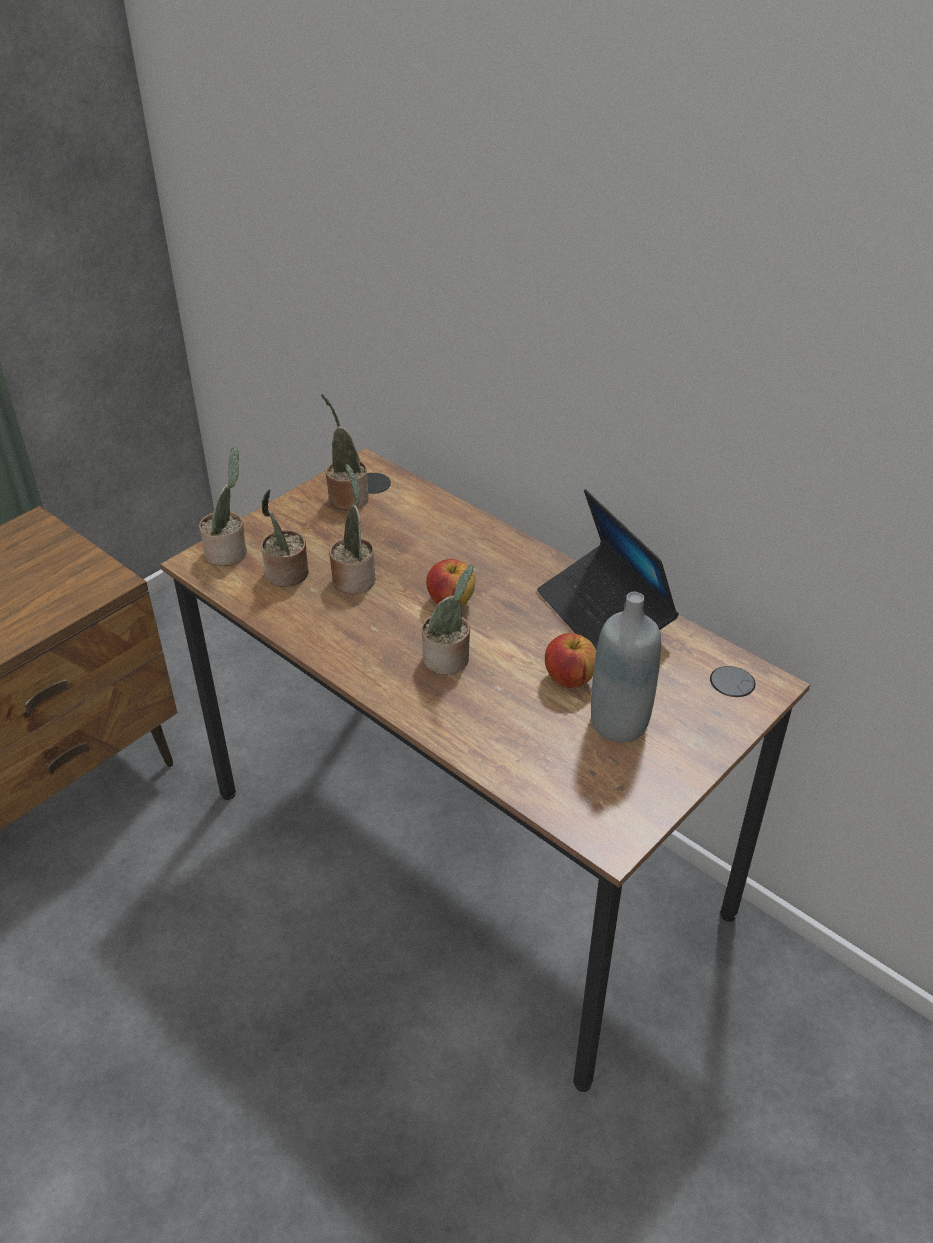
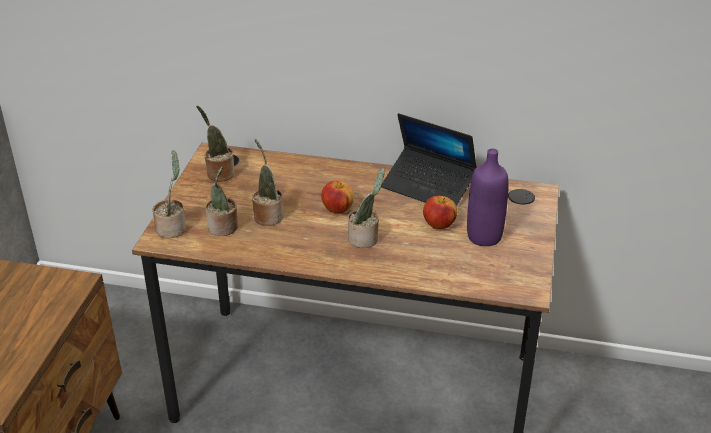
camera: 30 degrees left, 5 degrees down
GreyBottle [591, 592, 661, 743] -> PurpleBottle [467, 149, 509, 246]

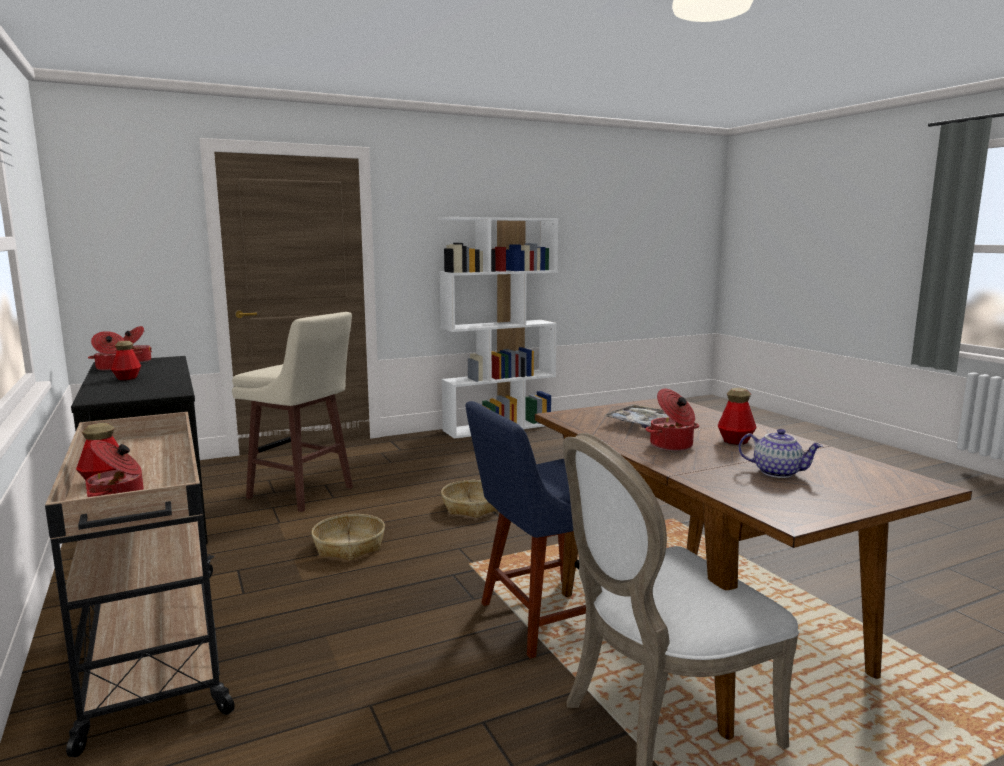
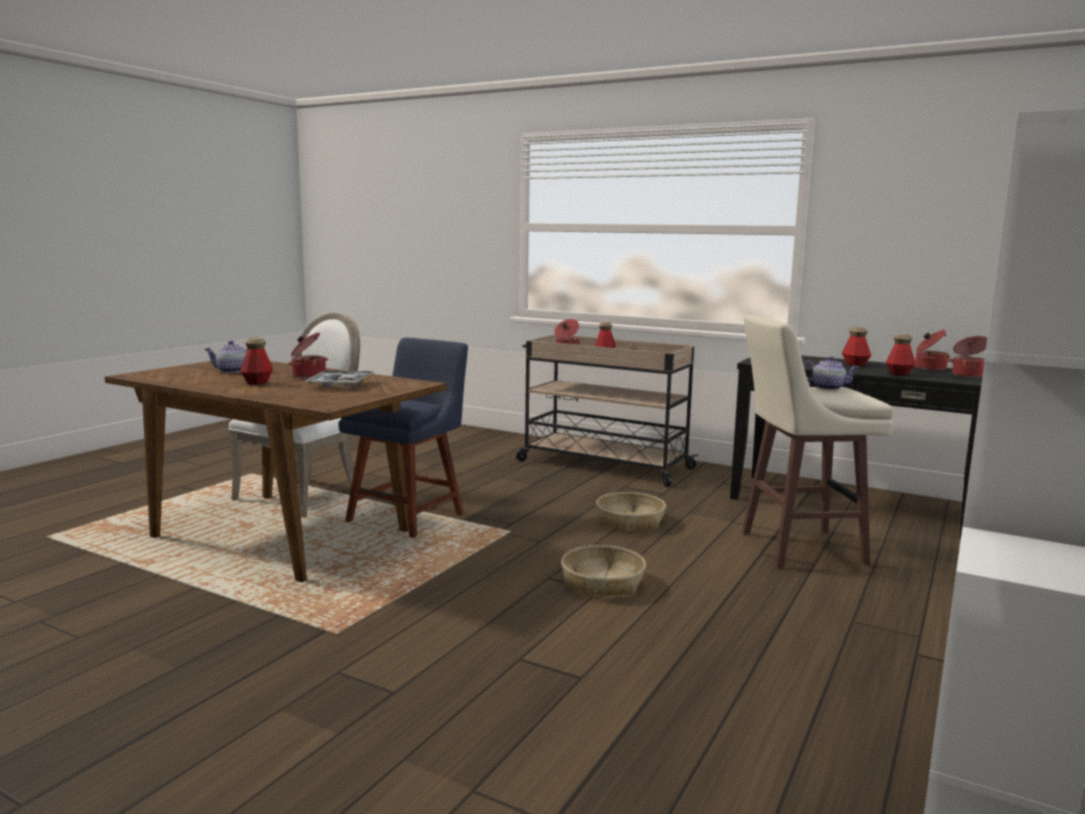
camera: 145 degrees right, 0 degrees up
none -> Teapot [804, 356, 859, 390]
none -> Bottle [886, 334, 916, 376]

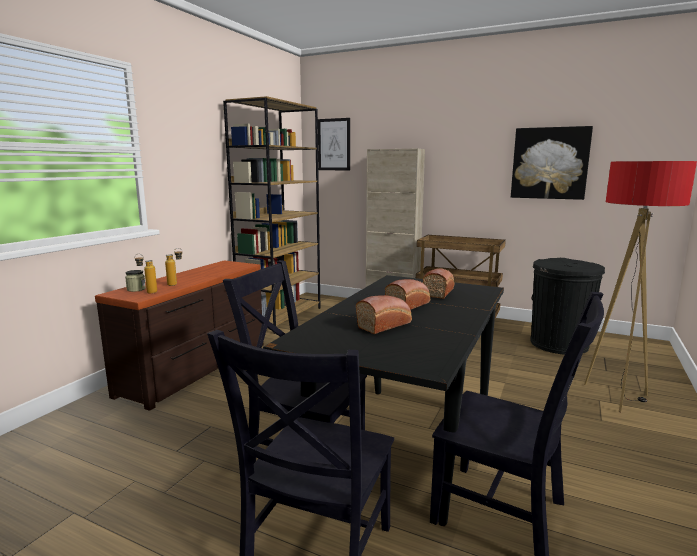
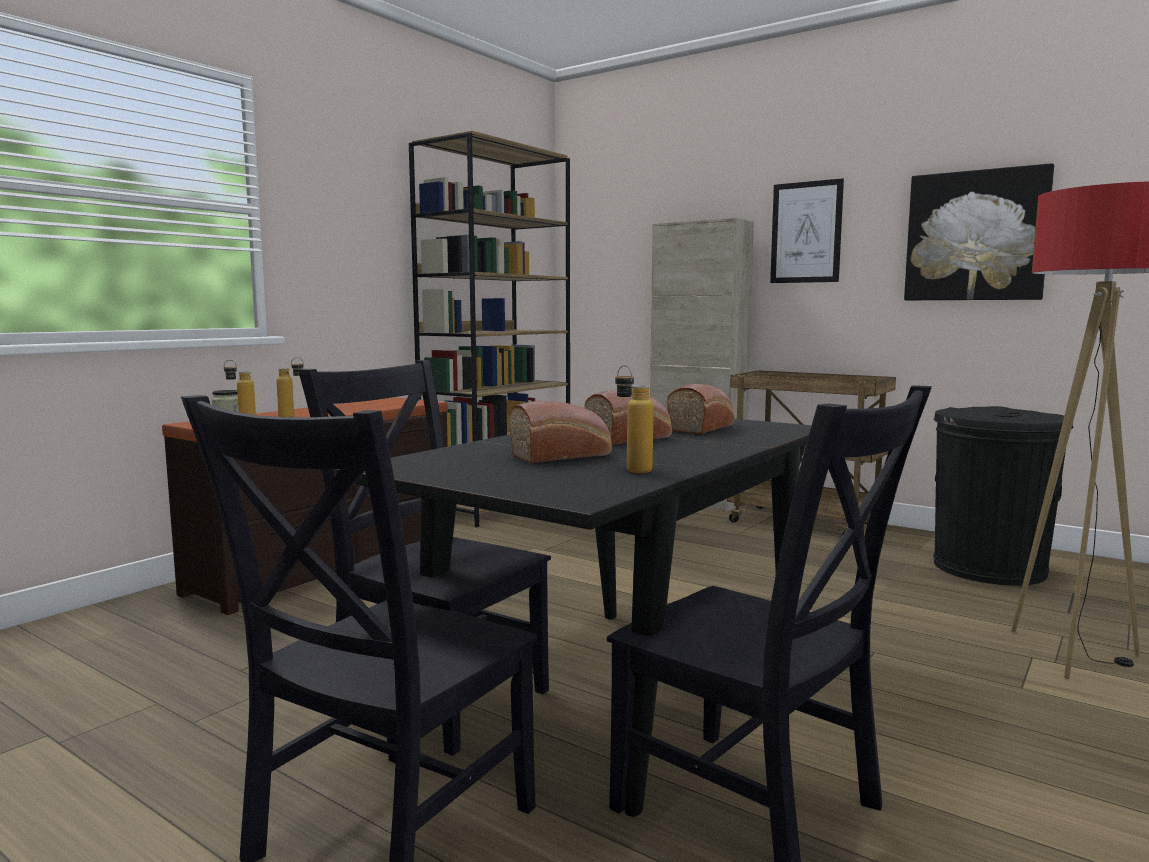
camera: 10 degrees right, 5 degrees down
none -> Bottle [615, 365, 653, 473]
Picture [318, 118, 350, 170] -> Picture [770, 178, 844, 283], relocated

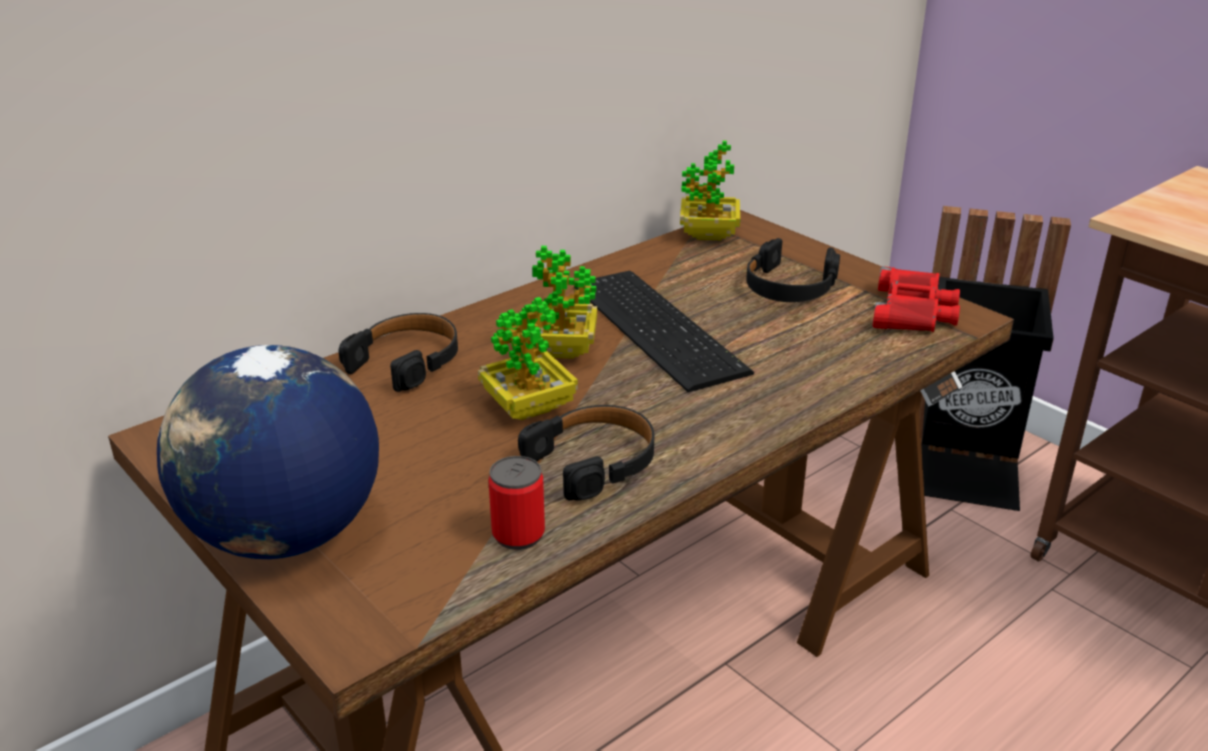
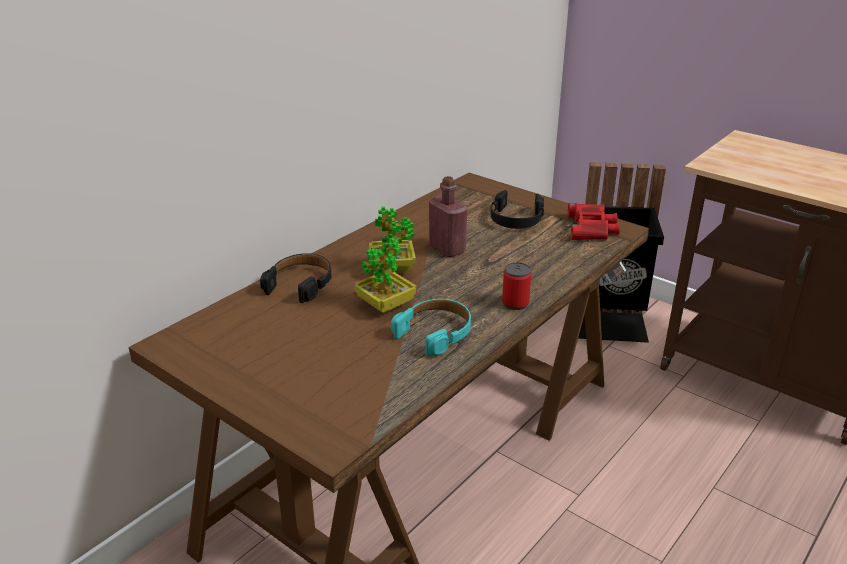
camera: 10 degrees left, 0 degrees up
Globe [157, 345, 379, 559] -> none
PottedPlant [680, 141, 740, 240] -> none
Can [488, 456, 545, 550] -> Can [502, 262, 531, 310], relocated
Keyboard [574, 271, 754, 392] -> RedBottle [429, 176, 467, 257]
BlackHeadphones [518, 405, 654, 500] -> TurquoiseHeadphones [391, 299, 471, 356]

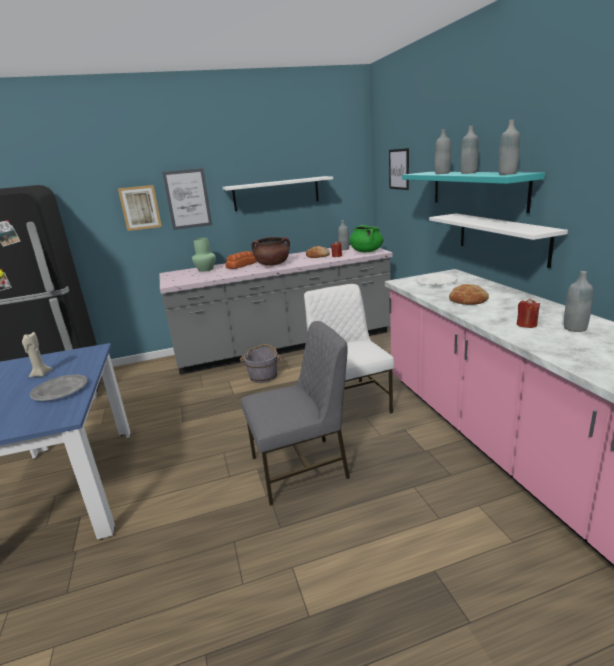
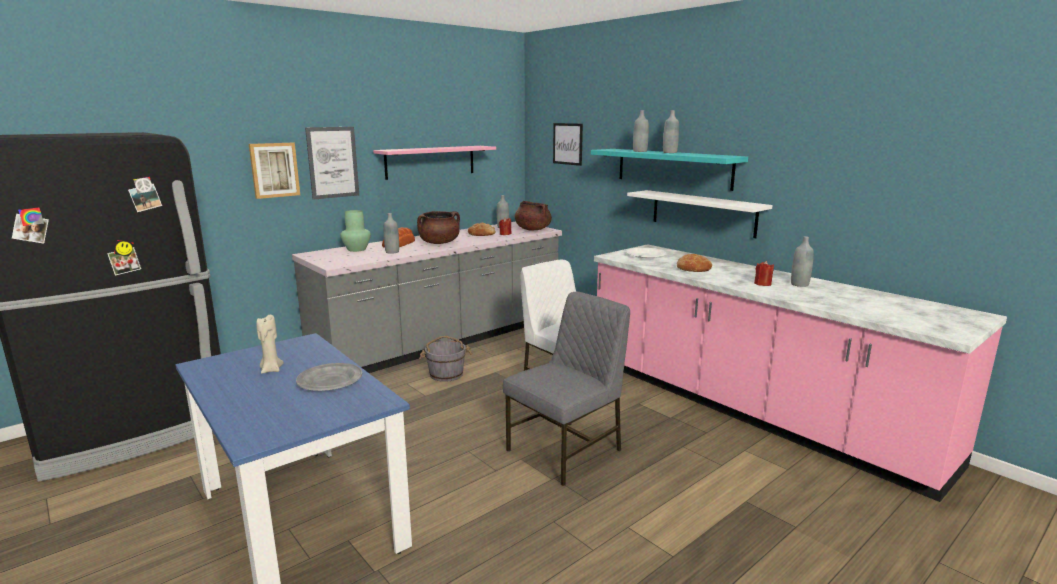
camera: 25 degrees left, 5 degrees down
GreyBottle [499, 120, 520, 175] -> GreyBottle [384, 213, 399, 254], relocated
WhiteShelf [222, 176, 333, 211] -> PinkShelf [373, 146, 496, 180]
GreenCookingPot [350, 225, 383, 252] -> BrownCookingPot [515, 201, 552, 230]

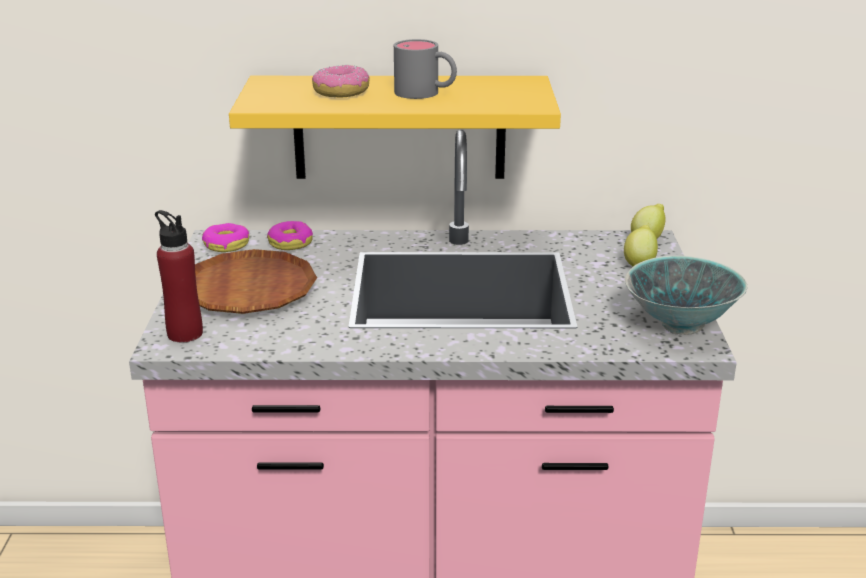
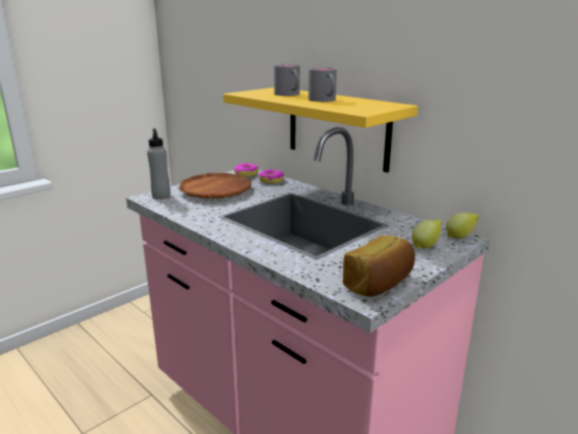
camera: 45 degrees right, 5 degrees down
Donut [312, 65, 369, 98] -> GreyMug [274, 65, 300, 96]
Bowl [625, 256, 747, 335] -> Bread [343, 236, 415, 297]
RedBottle [155, 210, 203, 343] -> GreyBottle [147, 128, 170, 199]

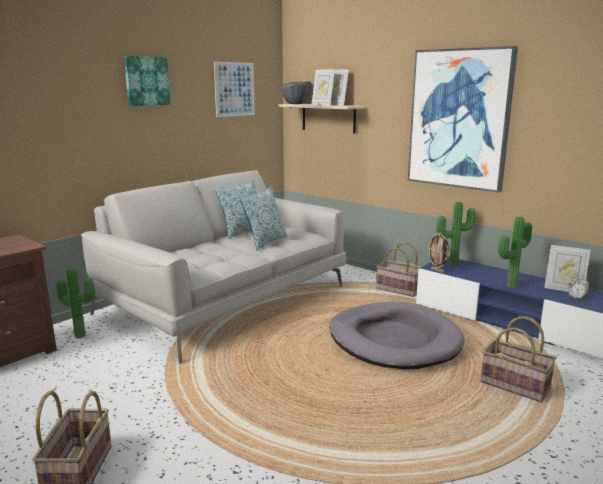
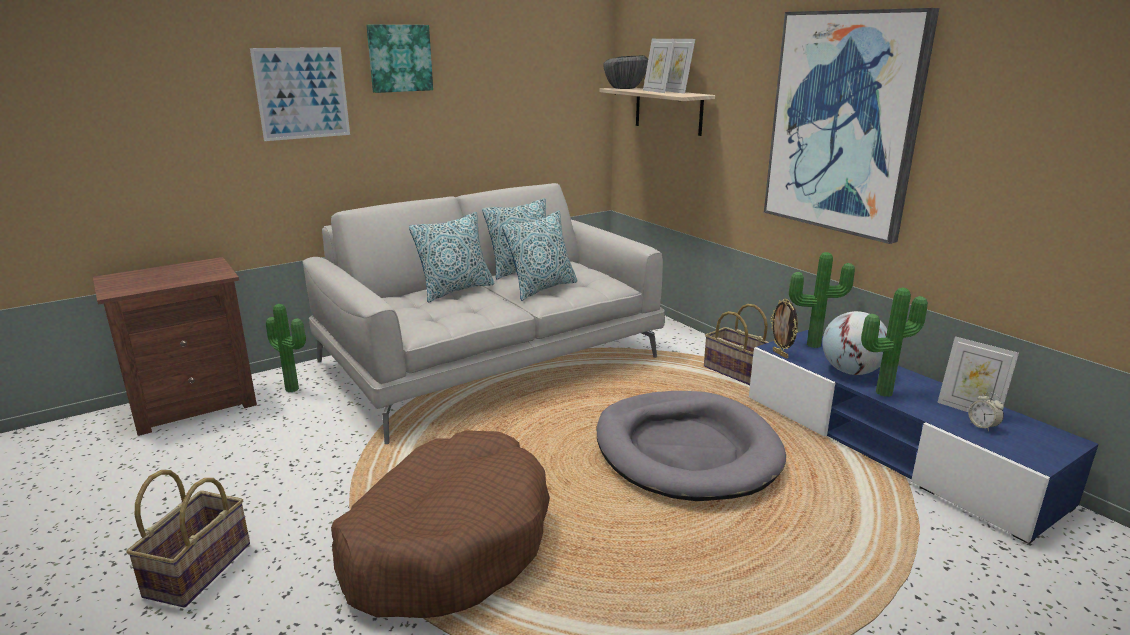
camera: 15 degrees right, 5 degrees up
Basket [480, 316, 557, 402] -> none
none -> BrownDogBed [331, 430, 550, 618]
none -> Pillow [409, 212, 495, 303]
none -> Globe [822, 311, 887, 375]
Picture [214, 62, 255, 117] -> Picture [250, 47, 350, 141], relocated

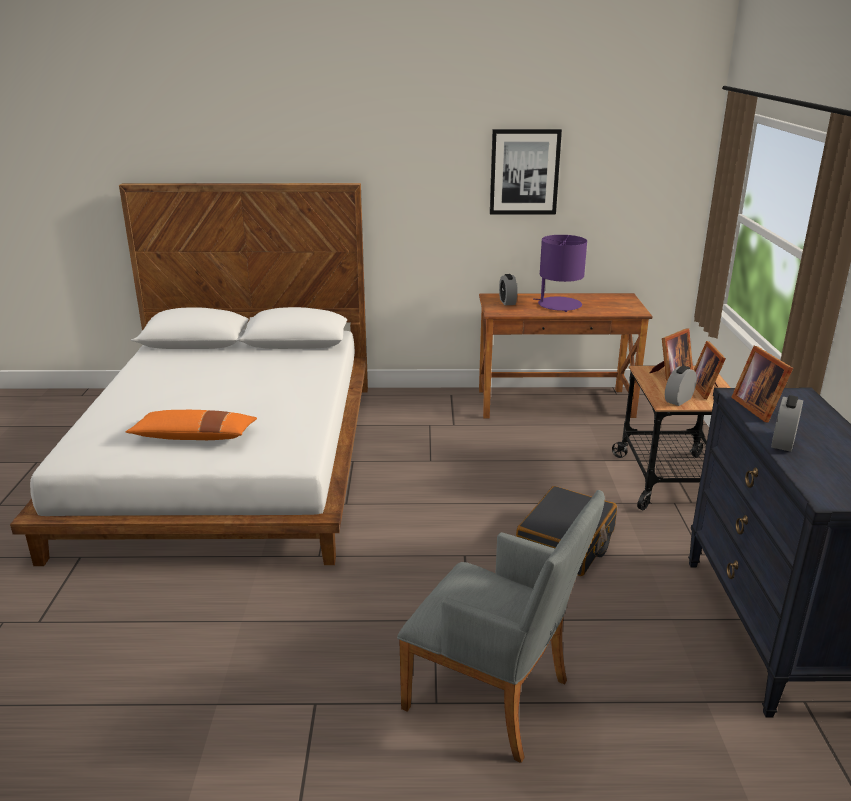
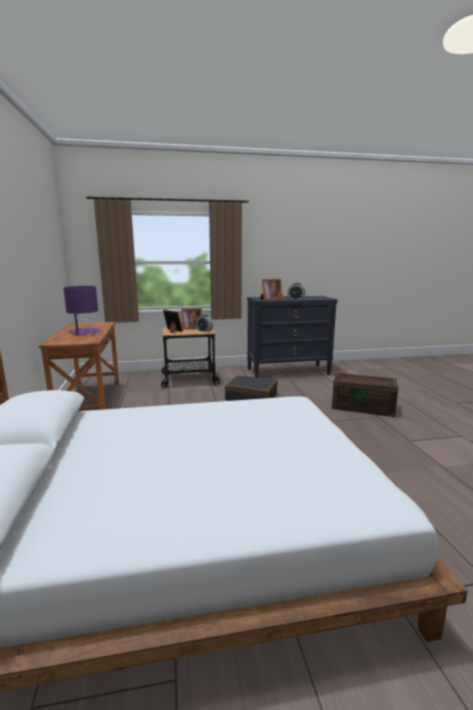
camera: 100 degrees left, 10 degrees down
OrangePillow [126, 410, 257, 440] -> none
Picture [490, 129, 562, 214] -> none
AlarmClock [499, 274, 517, 305] -> none
GreyArmchair [397, 490, 605, 763] -> BrownStorageBox [332, 373, 398, 417]

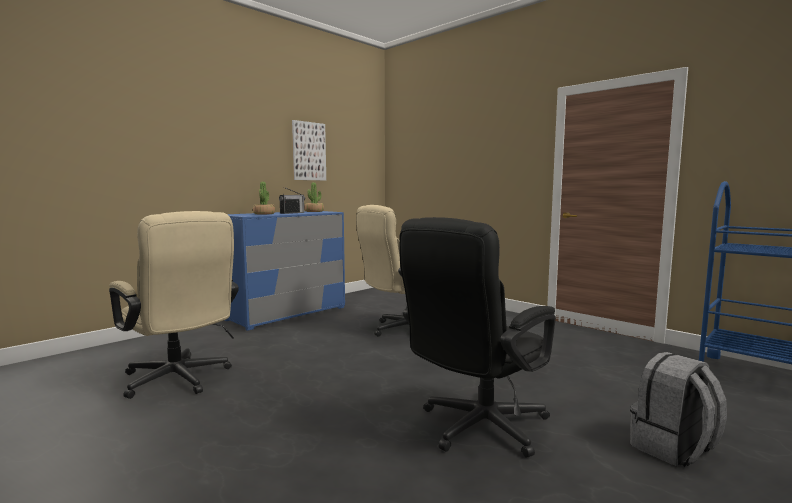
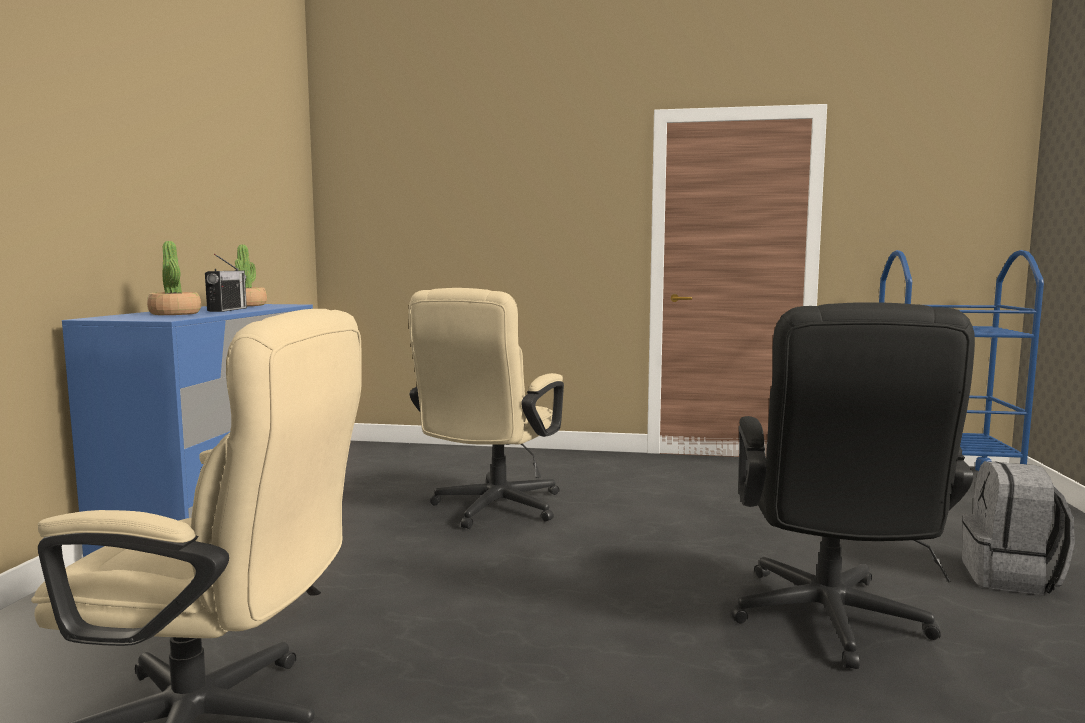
camera: 35 degrees left, 0 degrees up
Picture [292, 120, 326, 181] -> none

